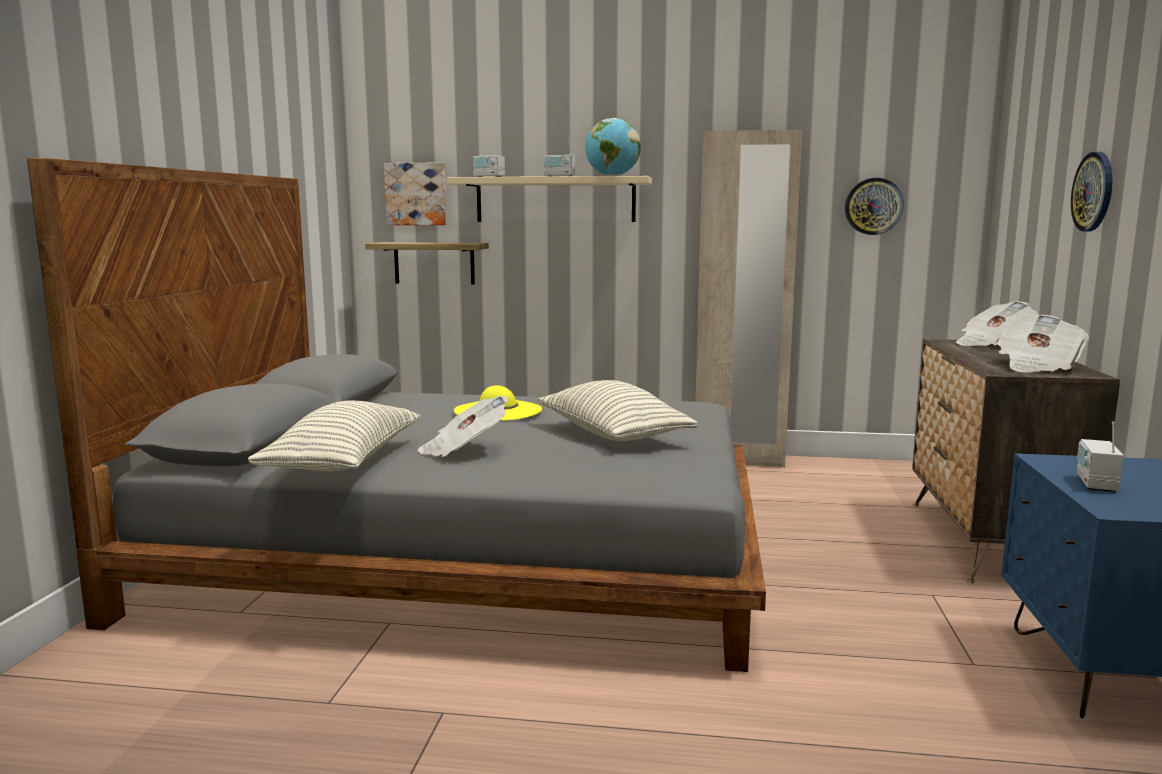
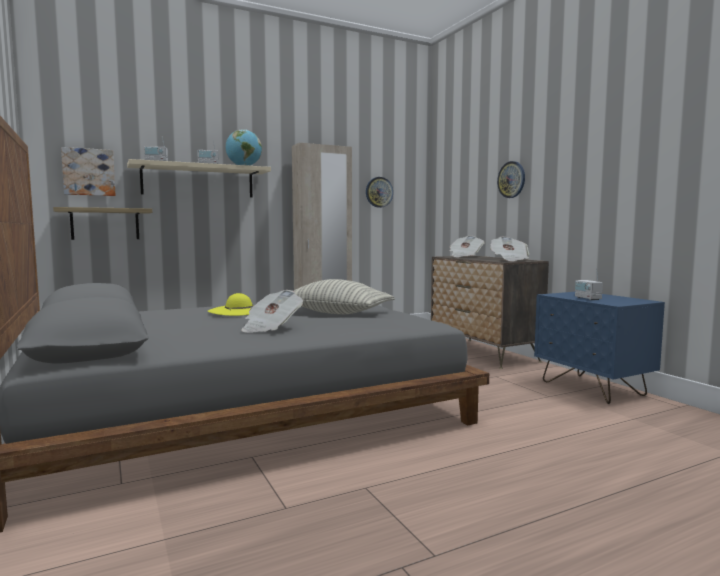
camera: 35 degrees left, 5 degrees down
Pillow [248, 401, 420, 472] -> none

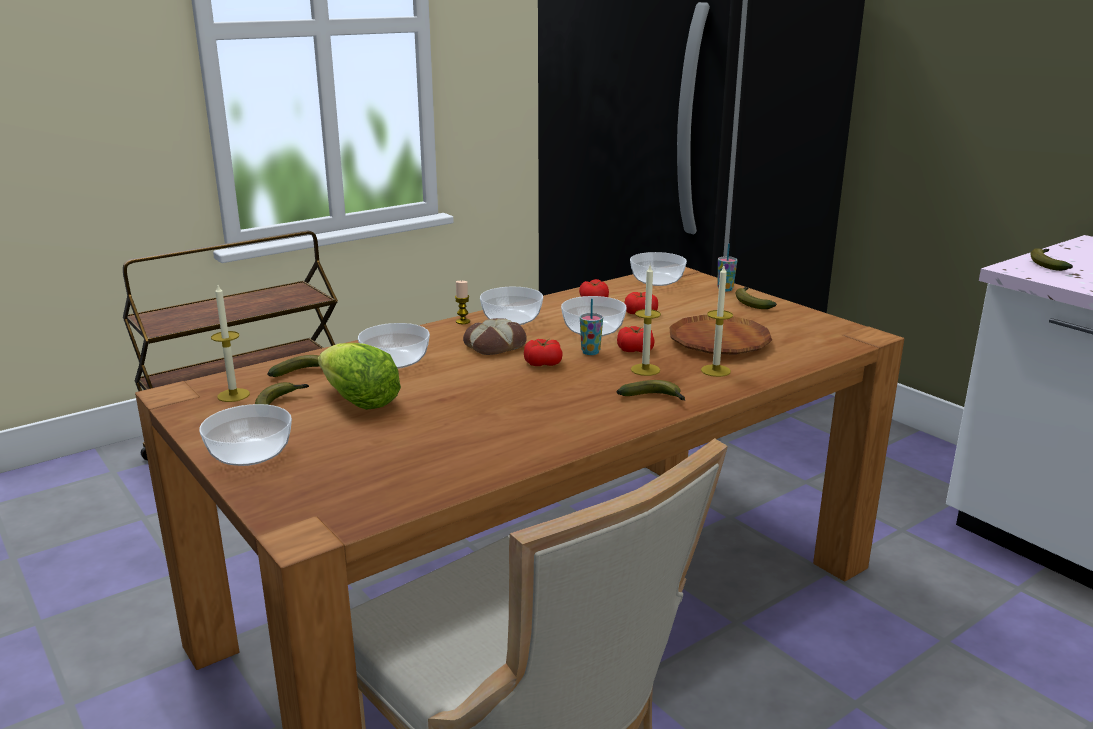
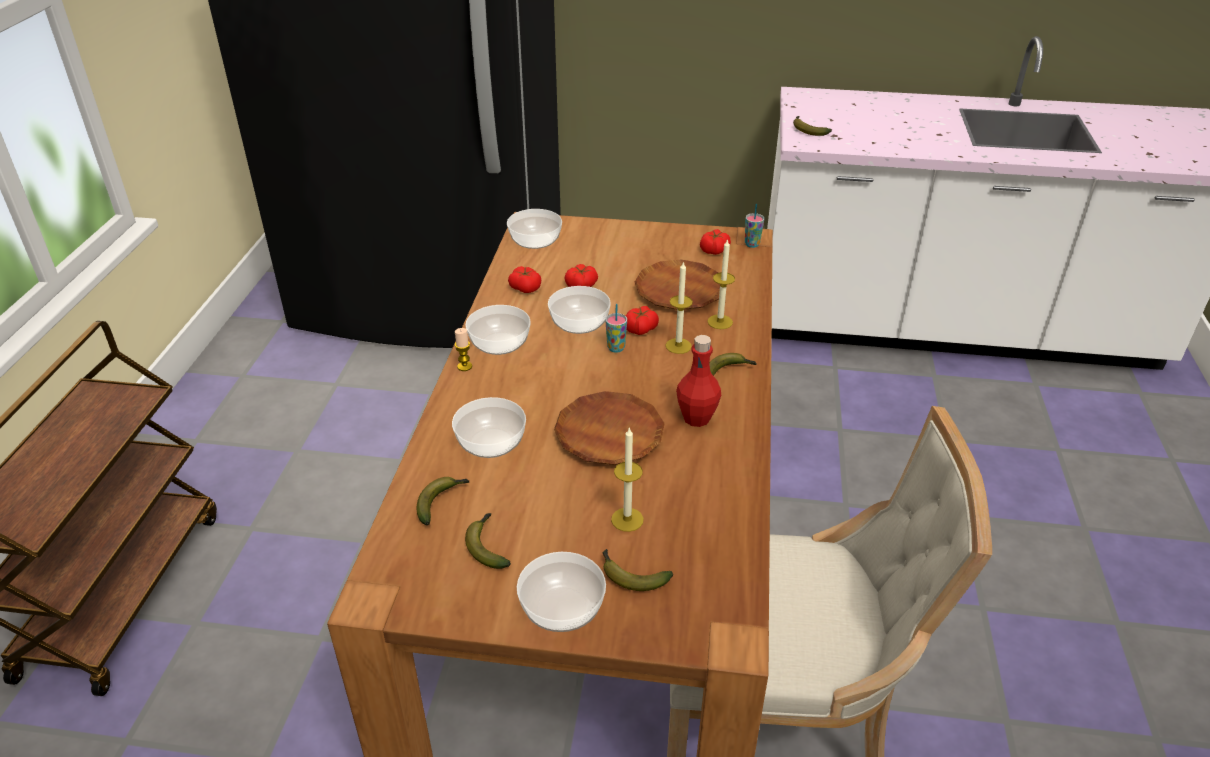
camera: 45 degrees left, 15 degrees up
Lettuce [318, 343, 401, 410] -> none
Bread [463, 318, 527, 355] -> none
none -> BrownPlate [554, 391, 665, 465]
none -> RedBottle [676, 335, 721, 427]
Candle [211, 285, 250, 402] -> Candle [611, 427, 644, 532], relocated
Tomato [524, 339, 563, 366] -> Tomato [700, 229, 731, 255], relocated
Cup [718, 244, 737, 292] -> Cup [745, 204, 764, 248], relocated
Banana [736, 287, 777, 309] -> Banana [602, 549, 673, 591], relocated

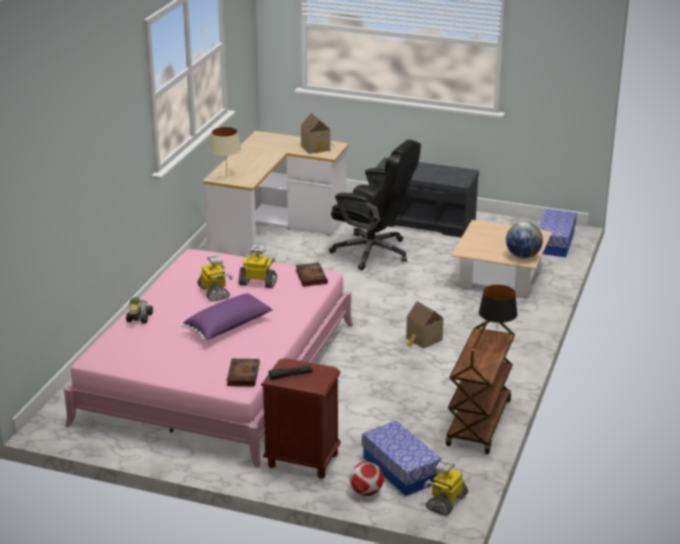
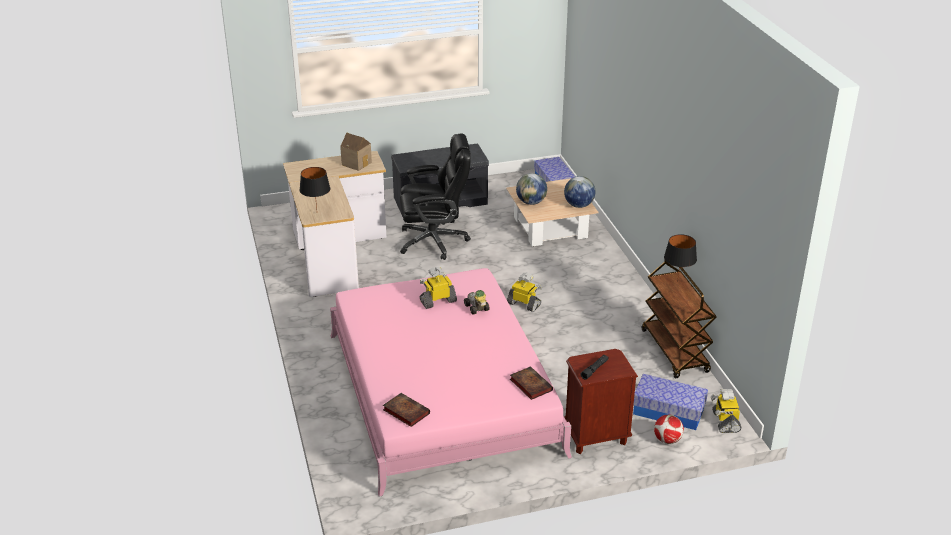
camera: 35 degrees left, 5 degrees up
PurplePillow [182, 293, 273, 341] -> none
ToyHouse [406, 301, 444, 349] -> none
none -> Globe [516, 173, 547, 205]
ToyCar [126, 297, 153, 324] -> ToyCar [464, 290, 490, 314], relocated
ToyRobot [197, 255, 232, 302] -> ToyRobot [507, 273, 542, 312], relocated
Book [296, 263, 328, 287] -> Book [383, 393, 430, 427], relocated
BeigeTableLamp [210, 127, 241, 175] -> BlackTableLamp [299, 167, 330, 209]

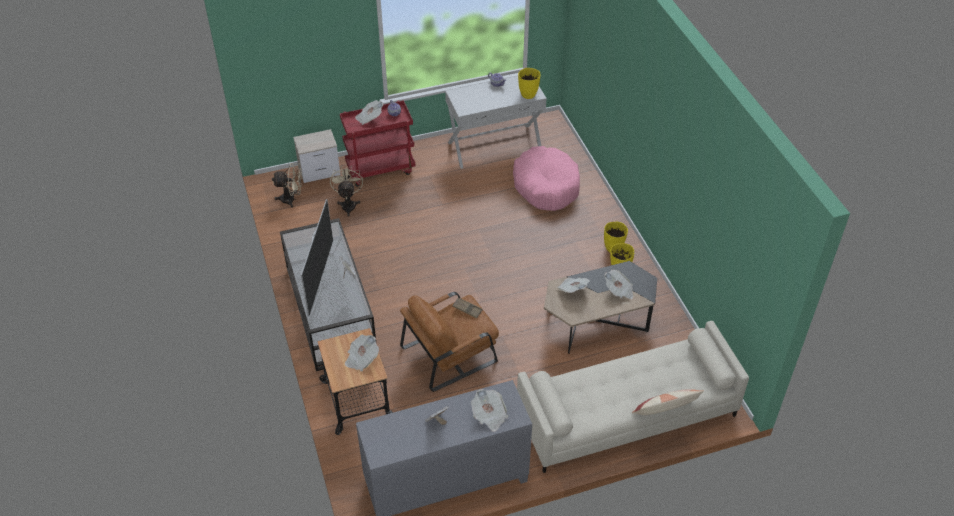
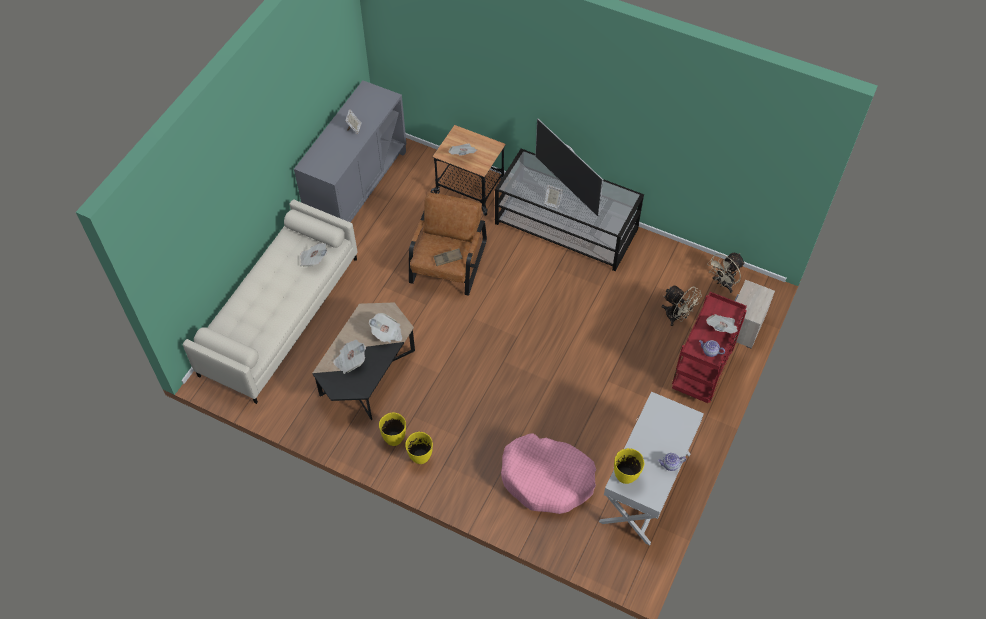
camera: 135 degrees right, 10 degrees up
Pillow [632, 389, 704, 415] -> none
Newspaper [471, 389, 508, 432] -> Newspaper [300, 243, 328, 267], relocated

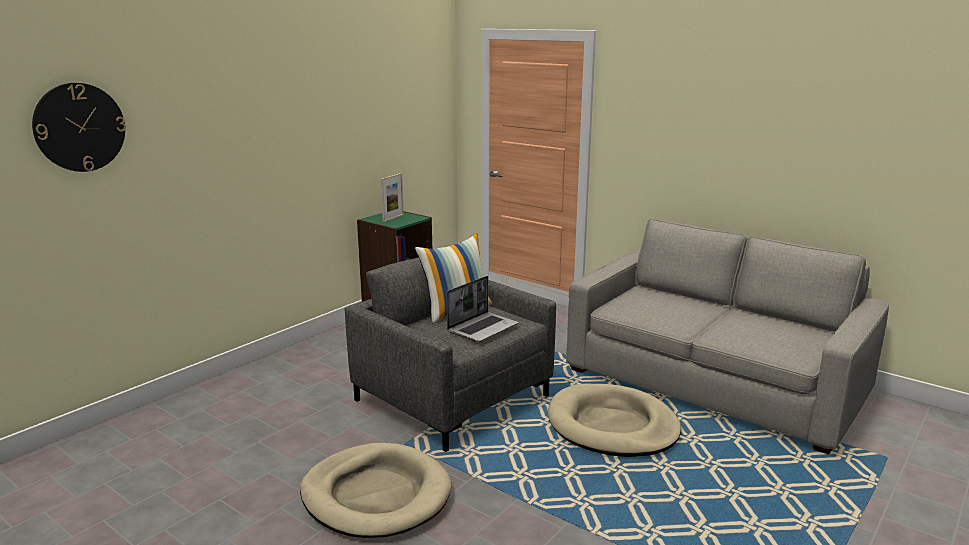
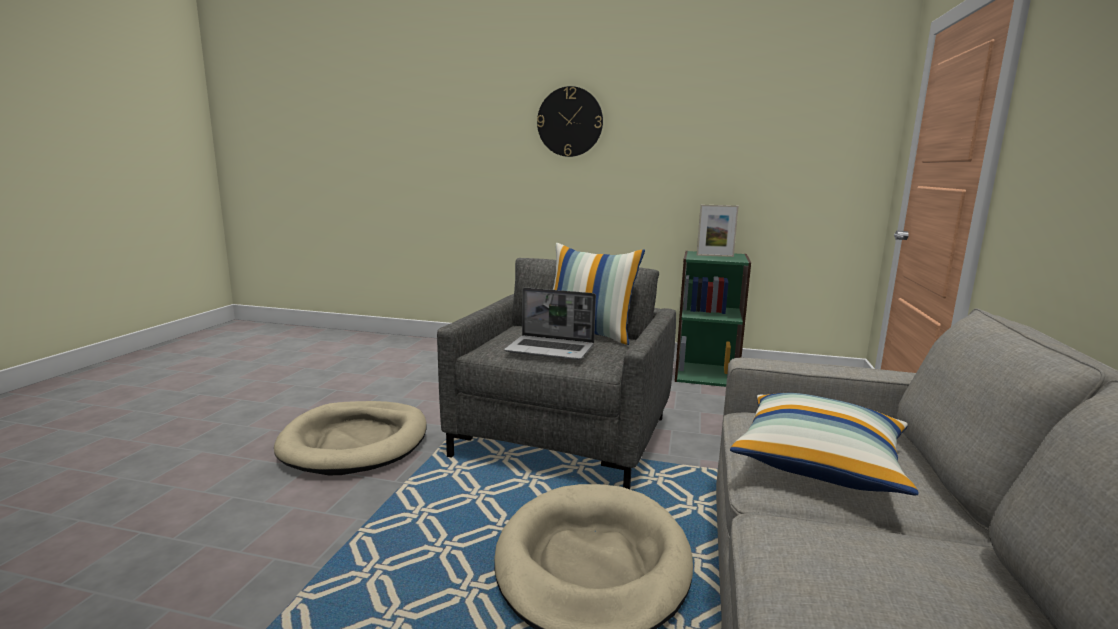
camera: 65 degrees right, 5 degrees down
none -> Pillow [730, 393, 919, 495]
WallClock [32, 83, 126, 172] -> WallClock [537, 86, 603, 157], relocated

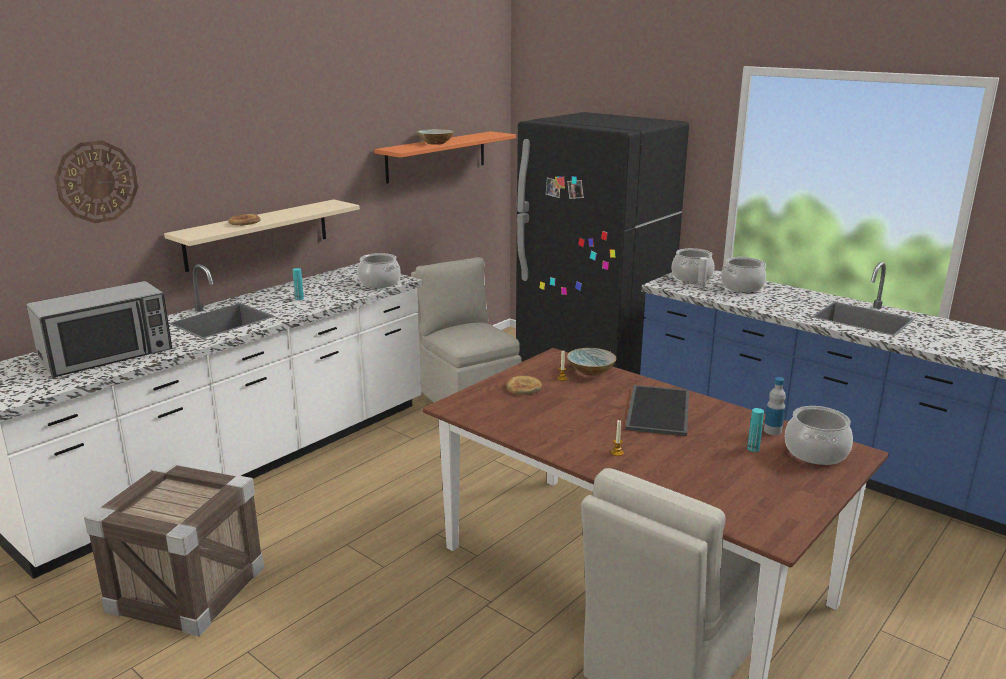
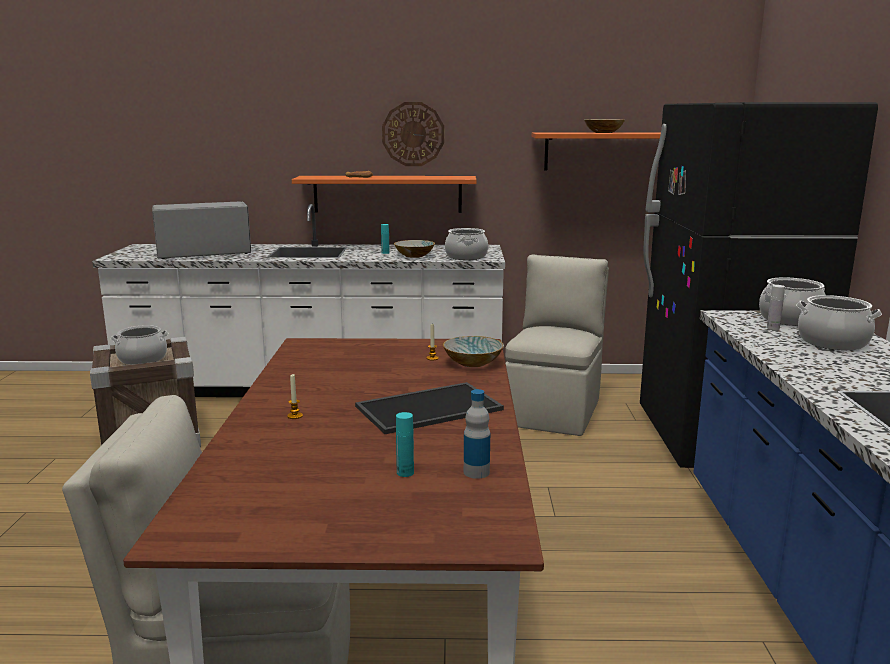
camera: 50 degrees right, 5 degrees down
Bread [506, 376, 542, 395] -> none
none -> Bowl [394, 240, 435, 258]
WallClock [55, 140, 138, 223] -> WallClock [382, 102, 444, 166], relocated
CookingPot [785, 406, 853, 465] -> CookingPot [111, 325, 169, 365], relocated
BeigeShelf [164, 199, 360, 272] -> OrangeShelf [292, 176, 477, 213]
Microwave [26, 281, 172, 377] -> Microwave [152, 201, 251, 259], 150 degrees clockwise

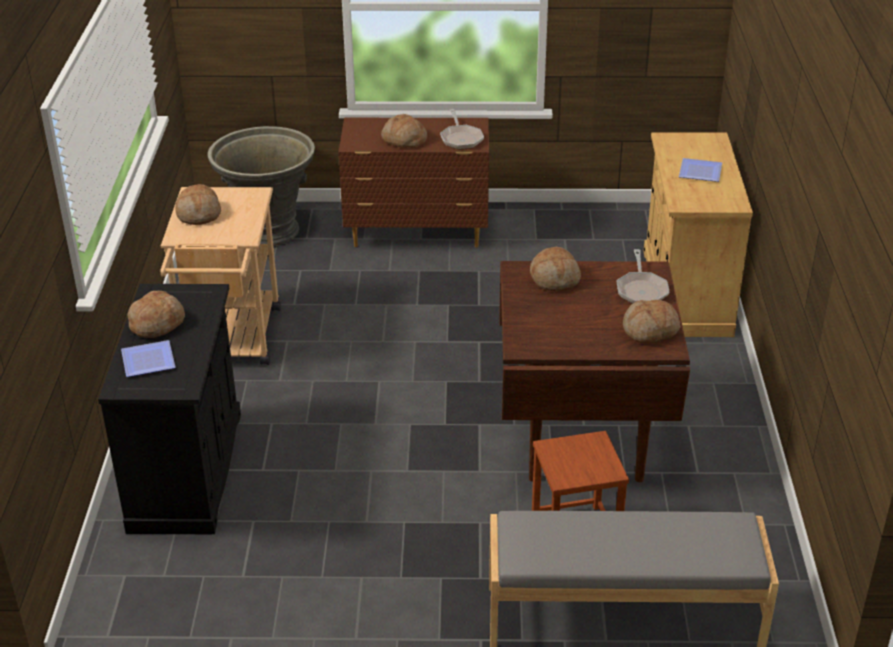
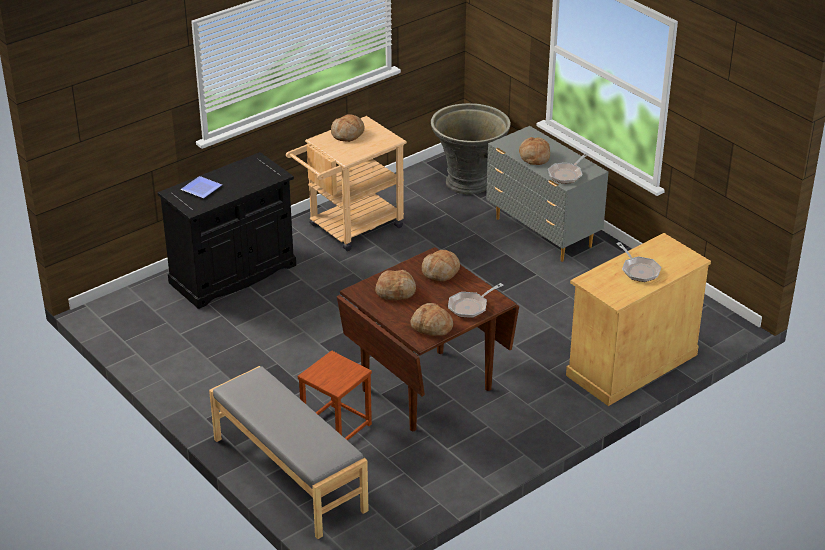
camera: 50 degrees right, 0 degrees up
Bread [127, 291, 185, 338] -> Bread [375, 270, 416, 300], relocated
Plate [679, 158, 722, 182] -> FryingPan [616, 242, 661, 282]
BrownDresser [339, 118, 489, 248] -> GreyDresser [486, 126, 608, 262]

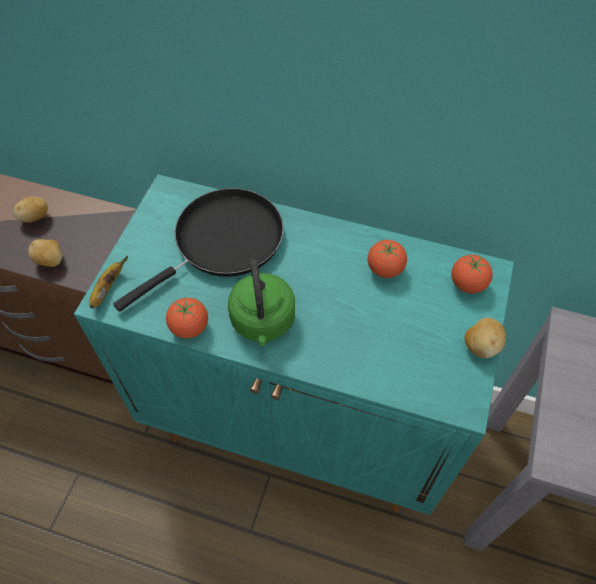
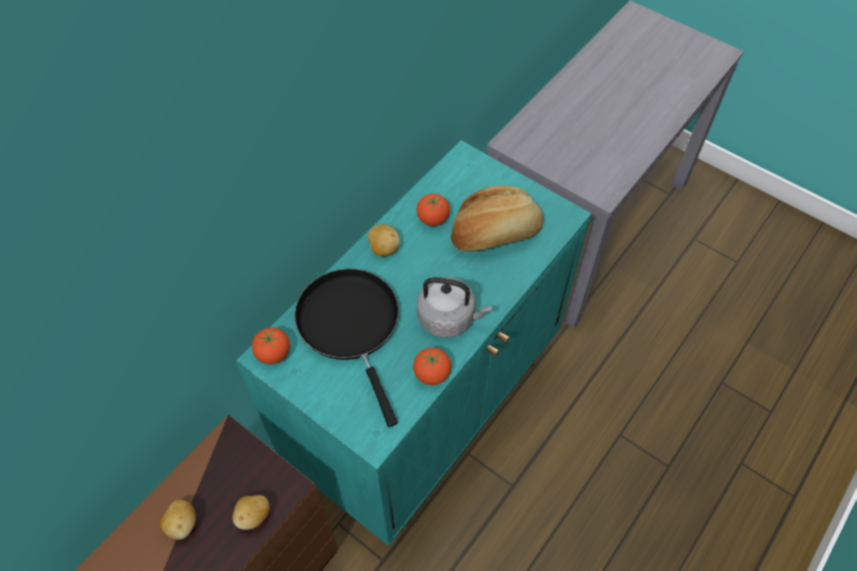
camera: 70 degrees left, 0 degrees up
Banana [90, 255, 128, 308] -> none
none -> Bread [451, 185, 543, 252]
Tomato [451, 255, 493, 293] -> Tomato [252, 327, 290, 364], relocated
Potato [465, 318, 506, 358] -> Potato [368, 224, 400, 256], relocated
GreenKettle [228, 259, 295, 346] -> GreyKettle [417, 277, 492, 337]

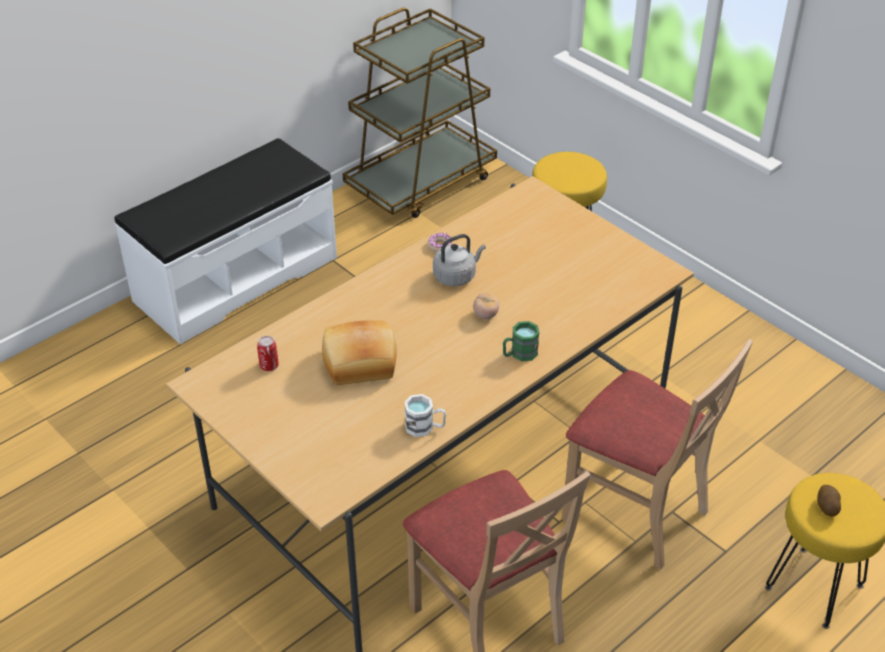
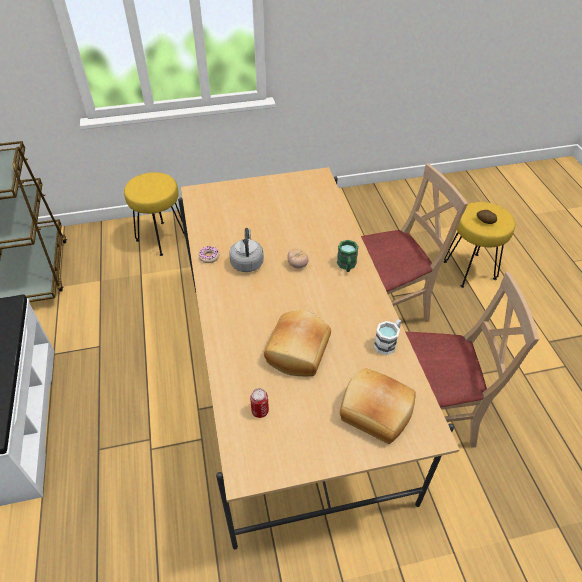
camera: 60 degrees left, 5 degrees up
none -> Bread [340, 368, 416, 444]

